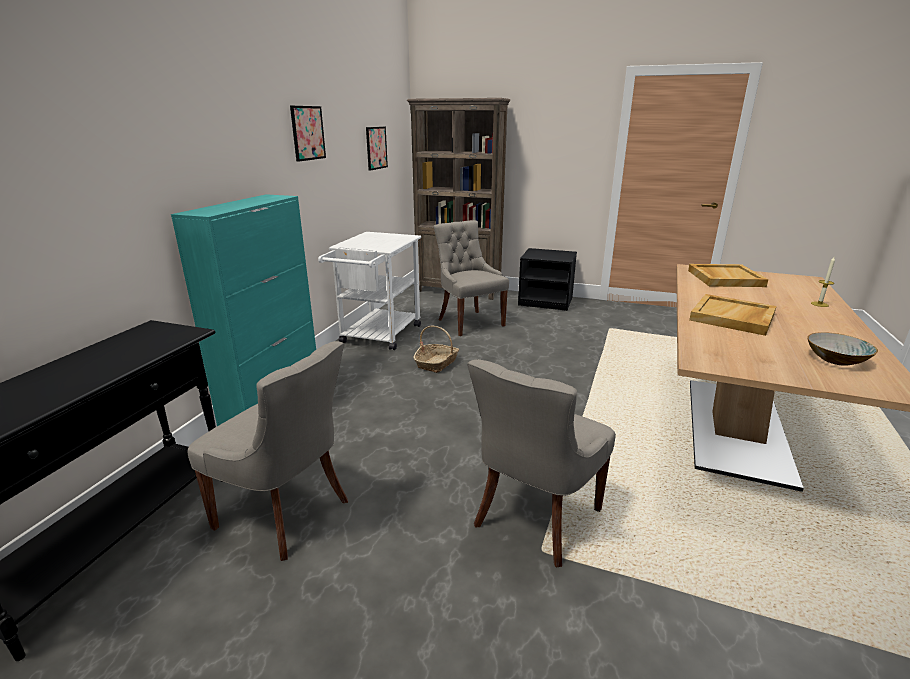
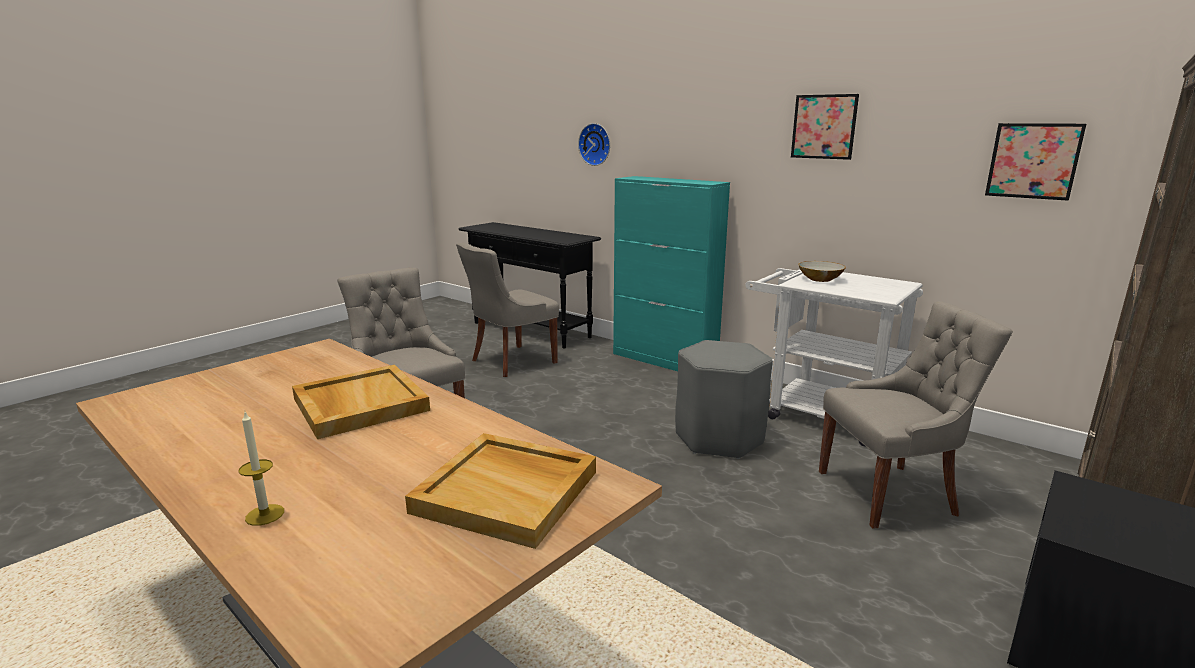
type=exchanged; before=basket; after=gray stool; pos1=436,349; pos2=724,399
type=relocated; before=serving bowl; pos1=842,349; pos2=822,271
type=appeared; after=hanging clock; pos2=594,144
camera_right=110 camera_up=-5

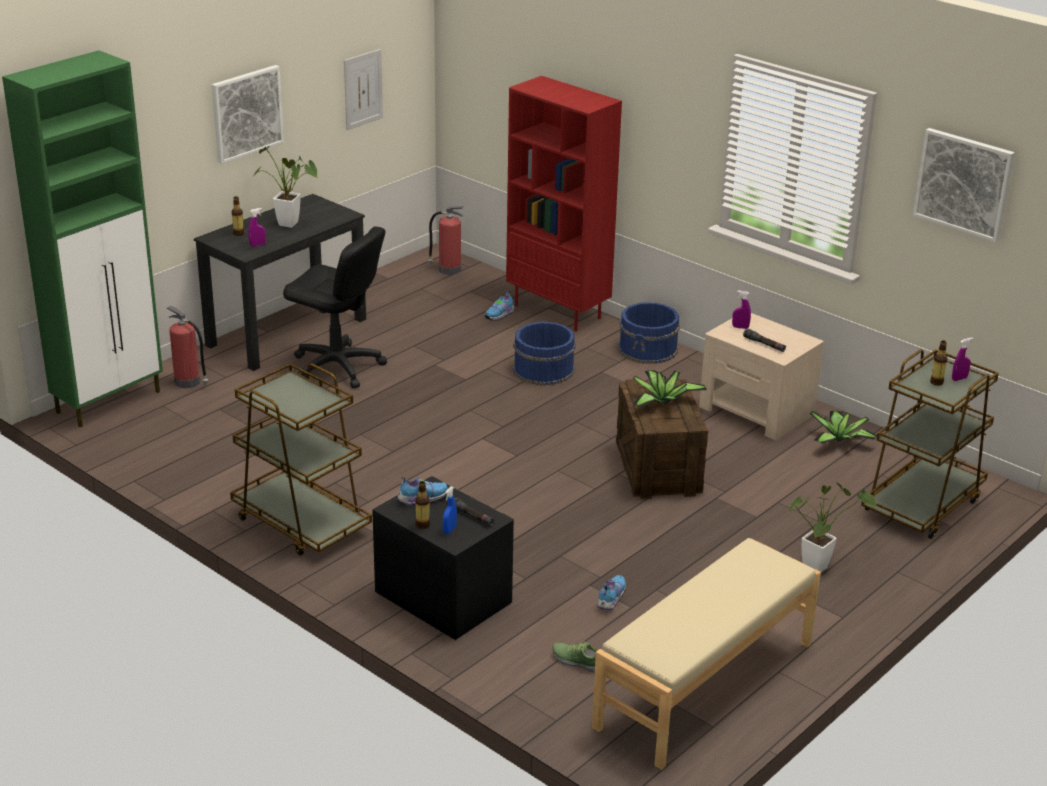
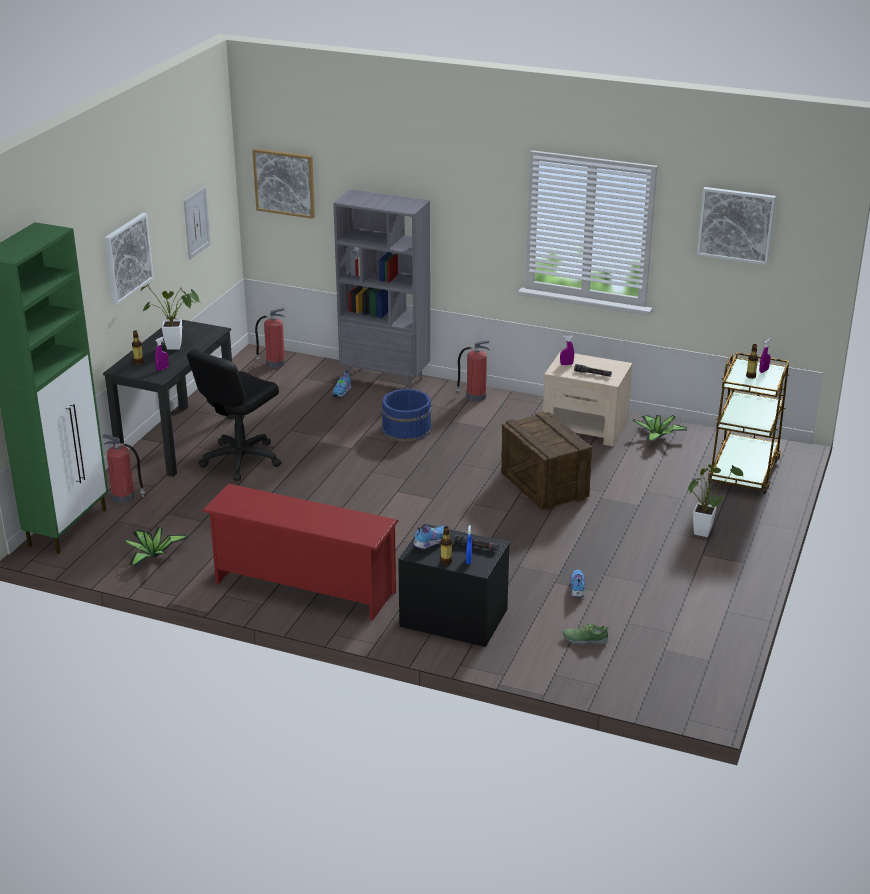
type=colour; before=red bookcase; after=gray bookcase; pos1=564,203; pos2=381,289
type=spun; before=blackish computer chair; pos1=335,307; pos2=234,415; turn=120
type=exchanged; before=bluish pail; after=fire extinguisher; pos1=649,333; pos2=473,371
type=exchanged; before=brown trolley; after=red shoe stand; pos1=301,459; pos2=300,552
type=relocated; before=potted plant; pos1=670,389; pos2=156,547
type=missing; before=beige-coloured indoor bench; pos1=706,654
type=appeared; after=picture; pos2=283,183
camera_right=-20 camera_up=0

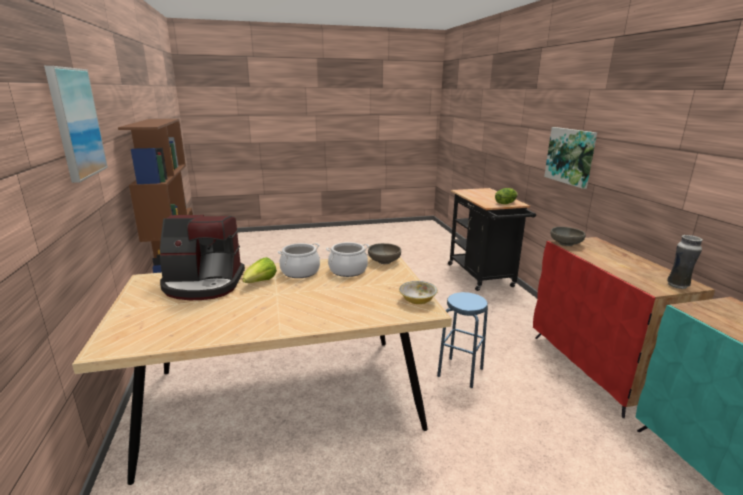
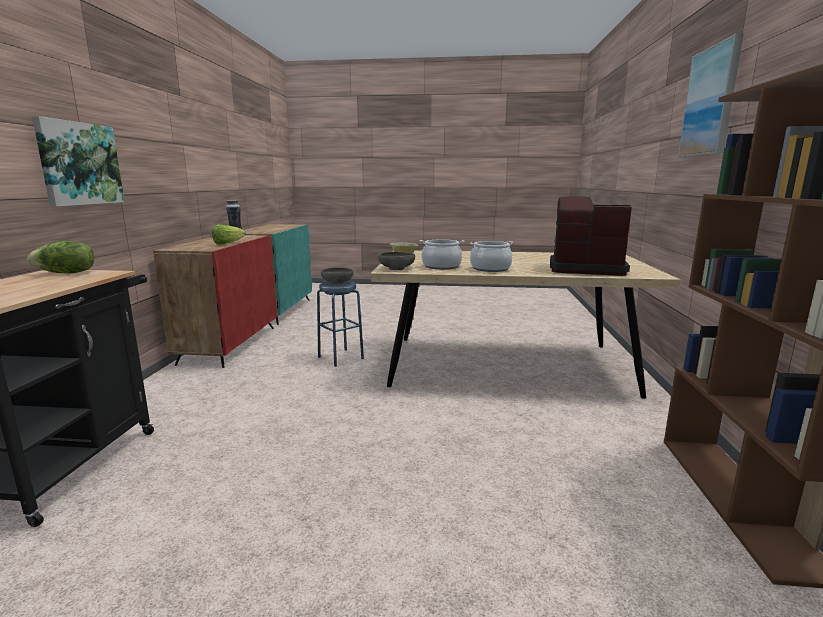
type=relocated; before=gray serving bowl; pos1=568,236; pos2=337,275
type=relocated; before=lettuce; pos1=259,270; pos2=229,234
camera_right=-160 camera_up=-5

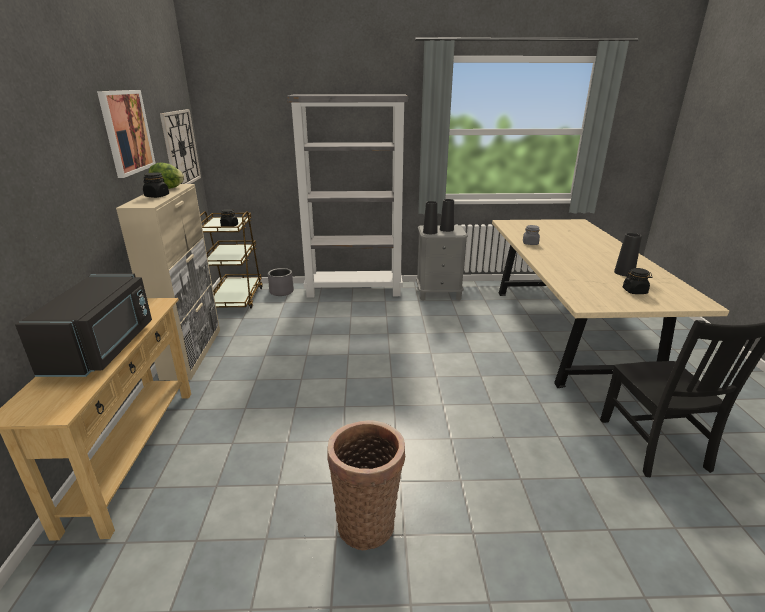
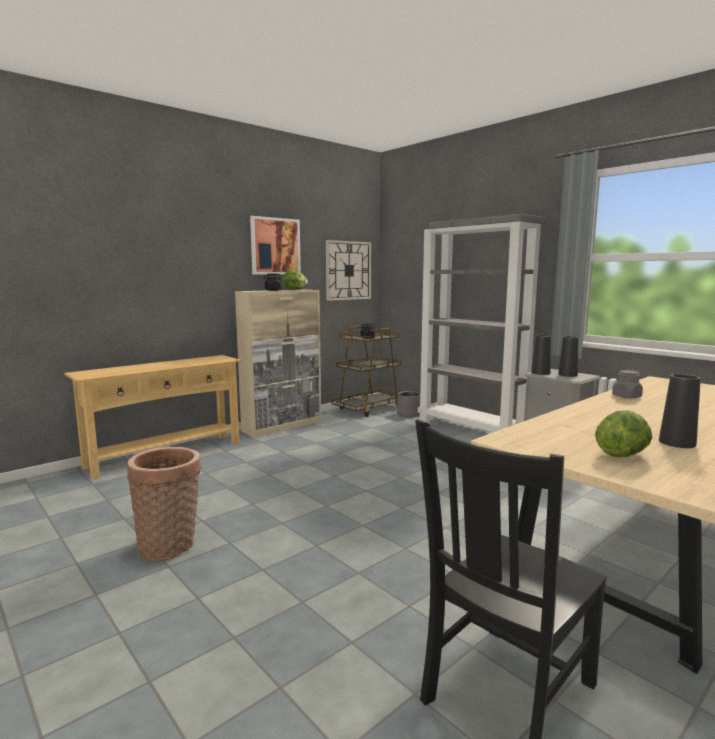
type=exchanged; before=blackish preserve jar; after=lettuce; pos1=637,281; pos2=623,433
type=missing; before=blackish kitchen microwave; pos1=83,325
camera_right=50 camera_up=-15

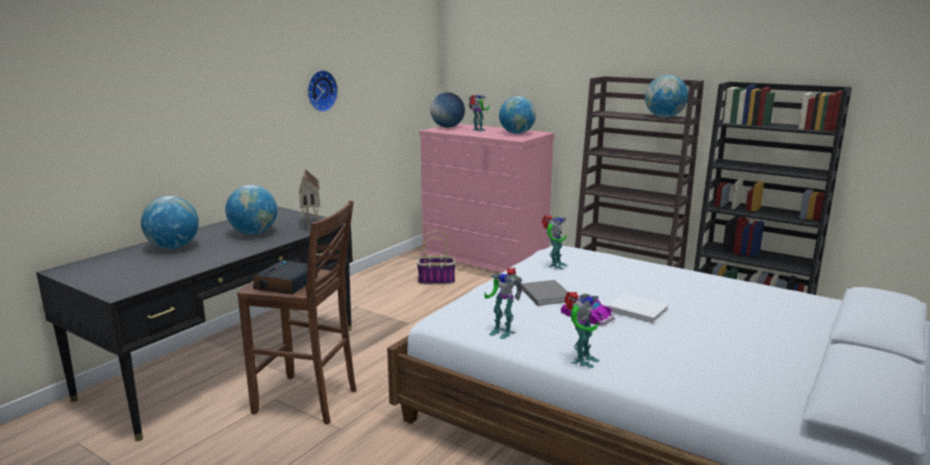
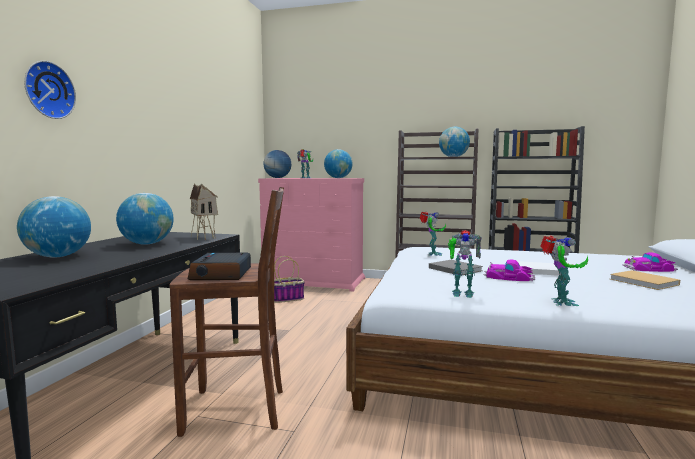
type=relocated; before=hanging clock; pos1=322,91; pos2=50,90
type=appeared; after=model car; pos2=650,262
type=appeared; after=beige-coloured bound book; pos2=645,280
camera_right=-20 camera_up=-10

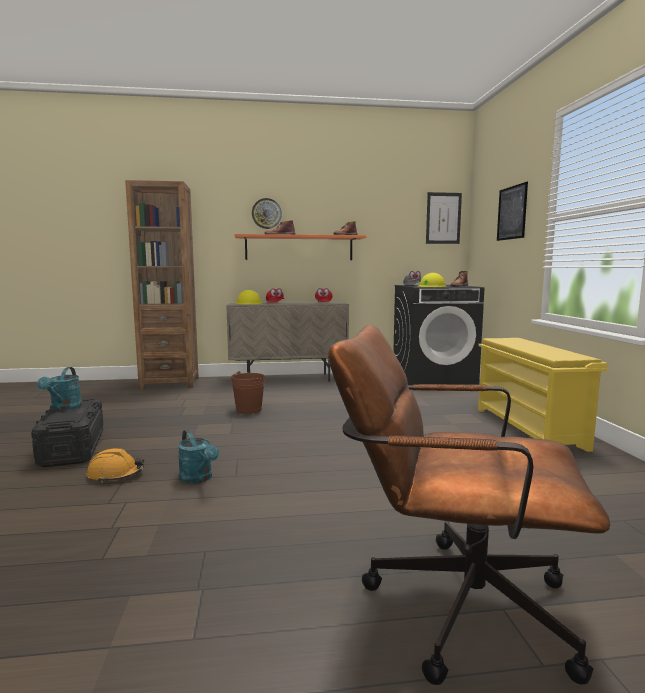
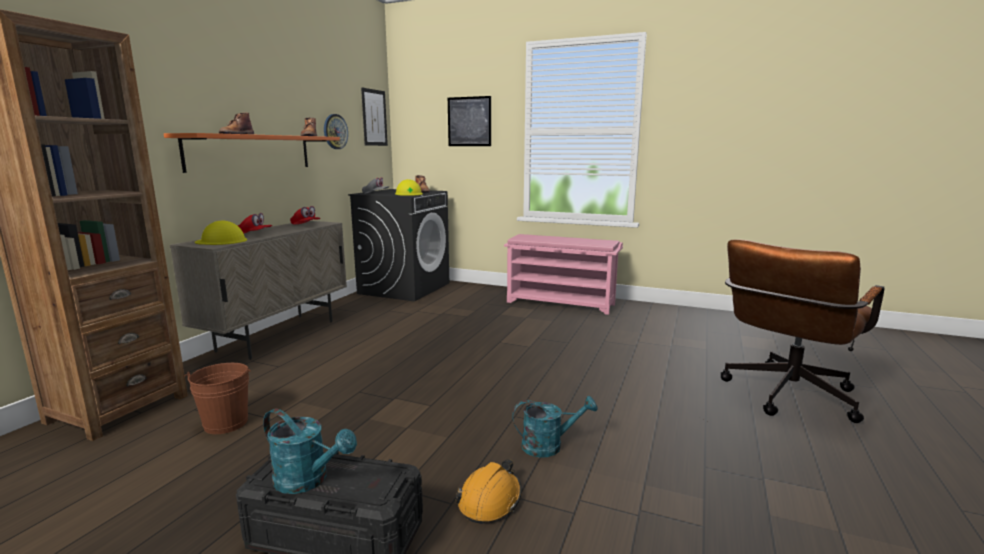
type=relocated; before=hanging clock; pos1=267,213; pos2=336,131
type=colour; before=yellowish shoe stand; after=pinkish shoe stand; pos1=542,395; pos2=563,274
type=relocated; before=brown pail; pos1=248,392; pos2=217,398
camera_right=-60 camera_up=5

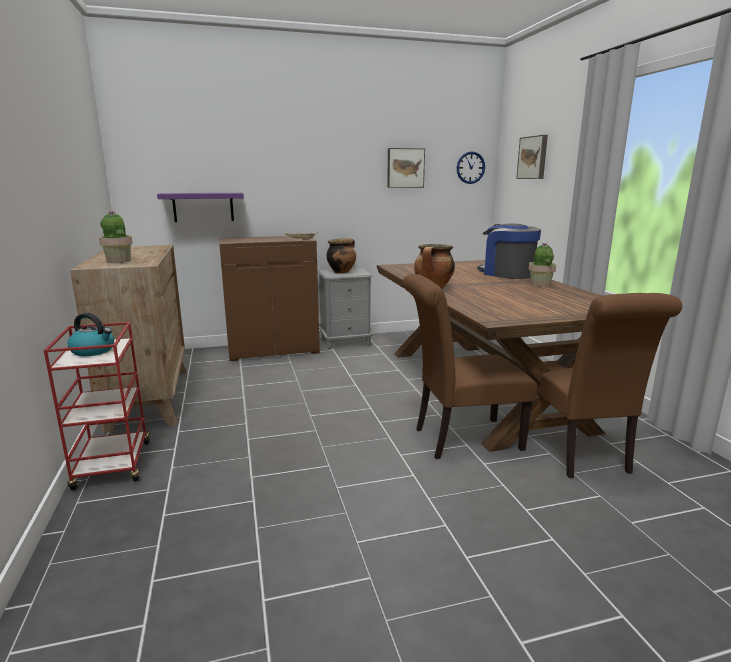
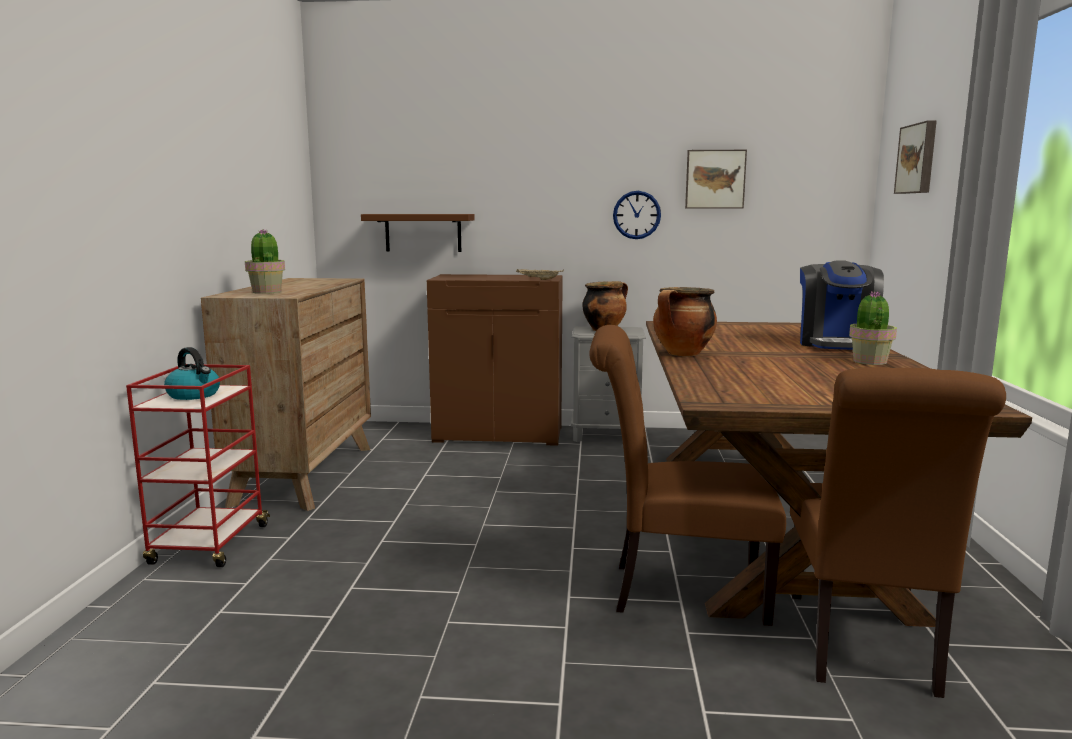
type=relocated; before=hanging clock; pos1=471,167; pos2=637,215
type=colour; before=purple wall shelf; after=brown wall shelf; pos1=200,207; pos2=418,233
type=spun; before=coffee brewer; pos1=509,251; pos2=842,305; turn=-150
camera_right=20 camera_up=-5

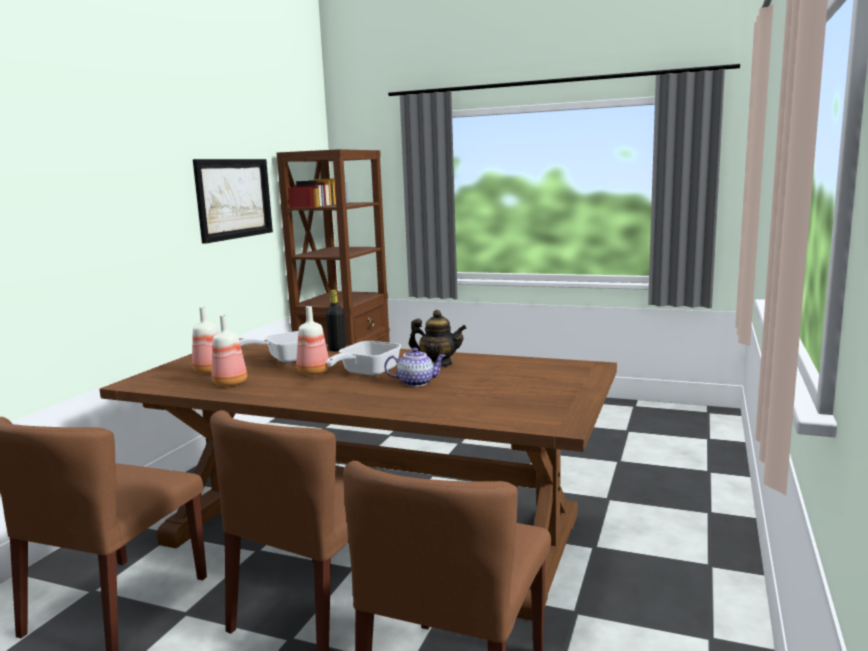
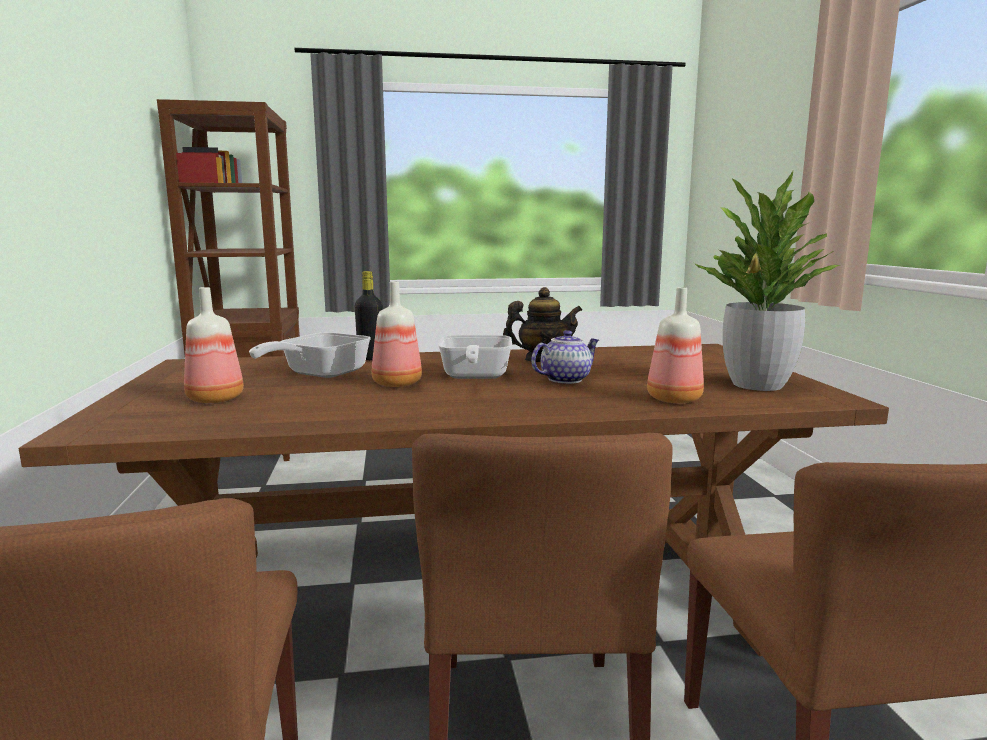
type=missing; before=picture; pos1=233,201
type=relocated; before=bottle; pos1=229,351; pos2=675,345
type=appeared; after=potted plant; pos2=767,281
camera_right=-30 camera_up=0

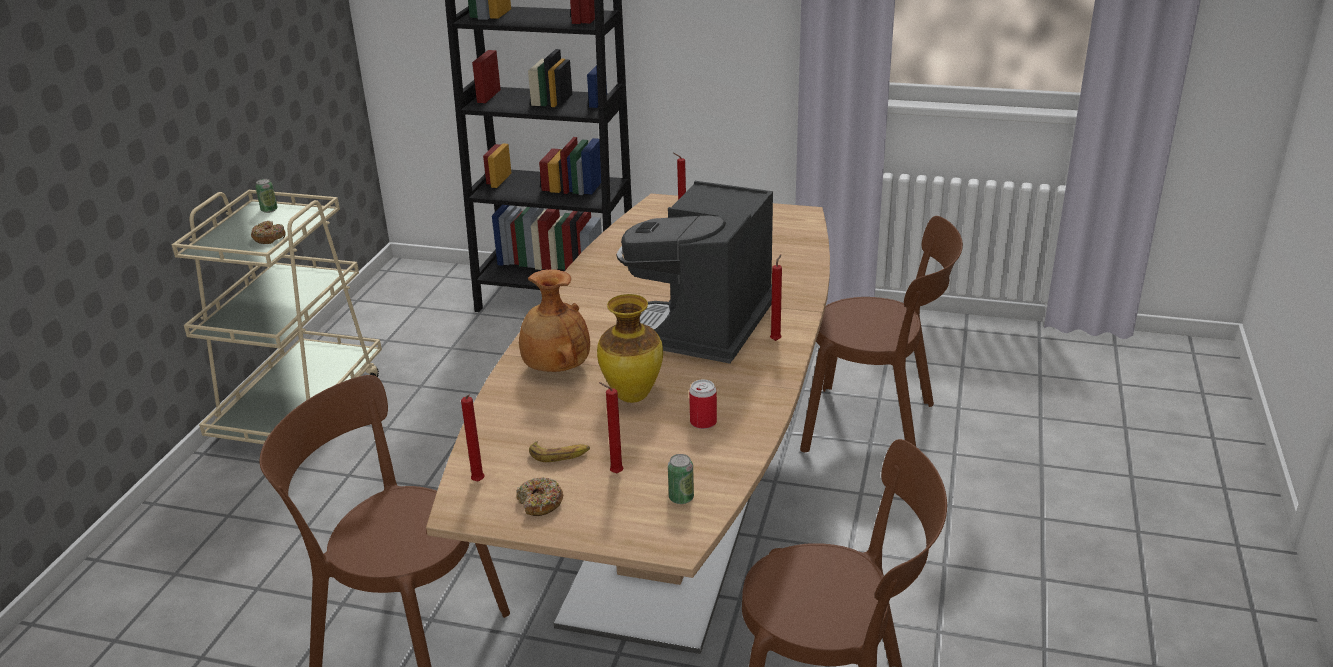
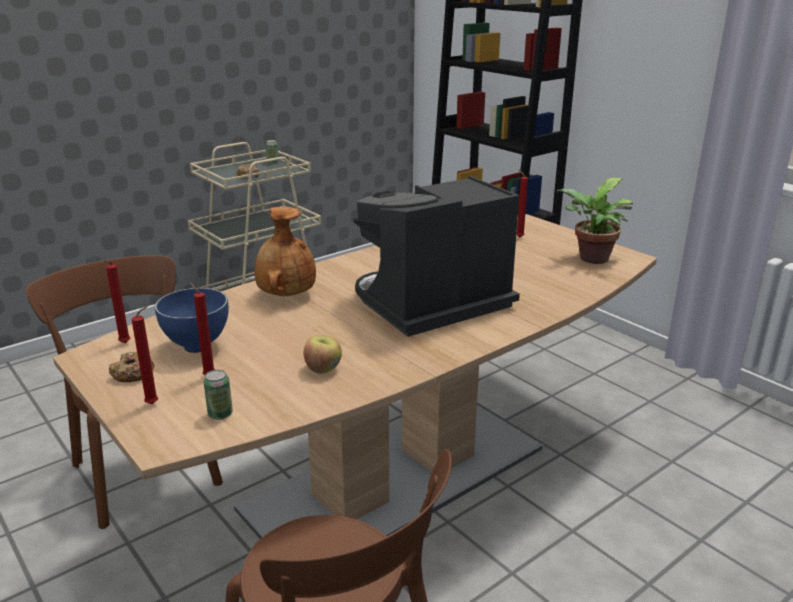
type=missing; before=brown upright chair; pos1=881,334
type=relocated; before=red wax candle; pos1=776,297; pos2=144,354
type=missing; before=vase; pos1=630,348
type=exchanged; before=can; after=whole apple; pos1=703,404; pos2=323,354
type=exchanged; before=whole banana; after=bluish serving bowl; pos1=559,451; pos2=191,320
type=appeared; after=potted plant; pos2=595,221
camera_right=35 camera_up=-5

